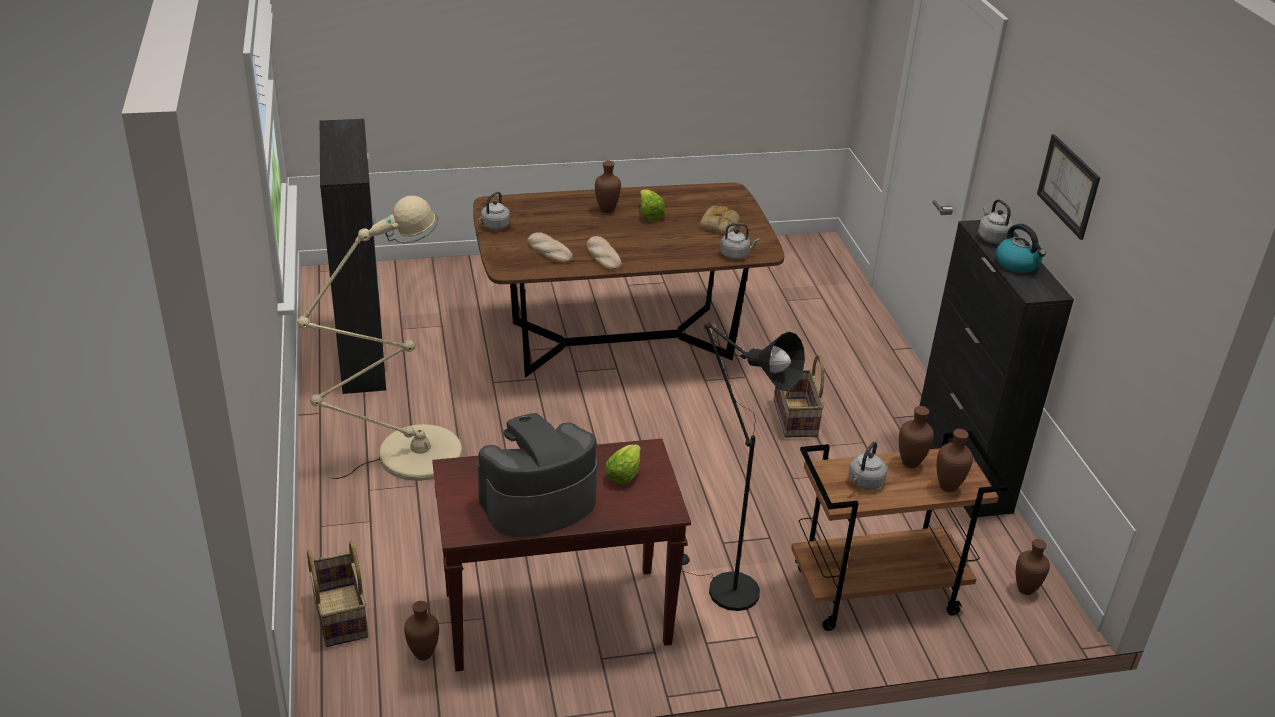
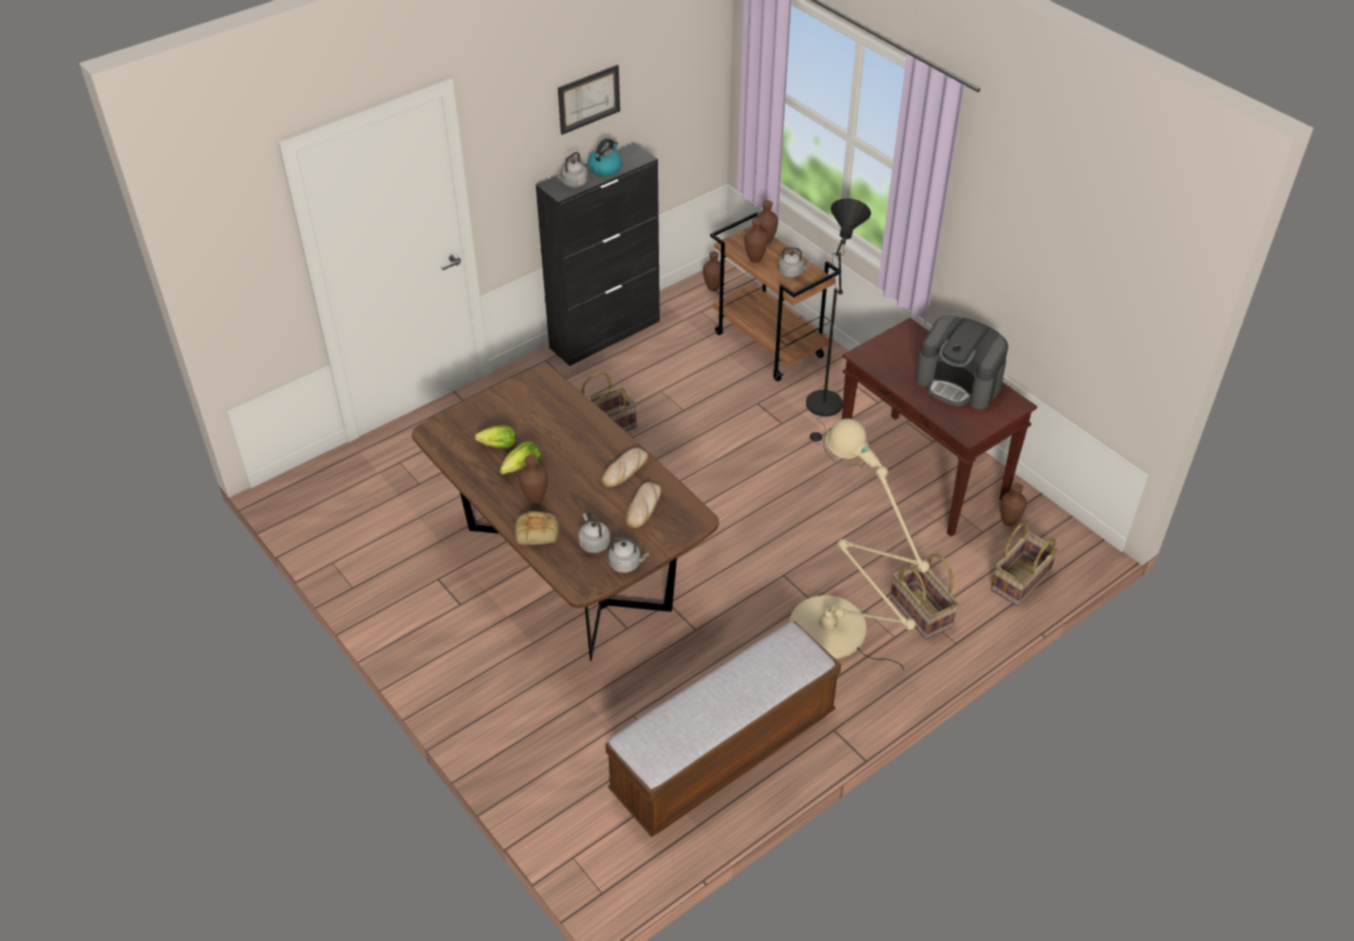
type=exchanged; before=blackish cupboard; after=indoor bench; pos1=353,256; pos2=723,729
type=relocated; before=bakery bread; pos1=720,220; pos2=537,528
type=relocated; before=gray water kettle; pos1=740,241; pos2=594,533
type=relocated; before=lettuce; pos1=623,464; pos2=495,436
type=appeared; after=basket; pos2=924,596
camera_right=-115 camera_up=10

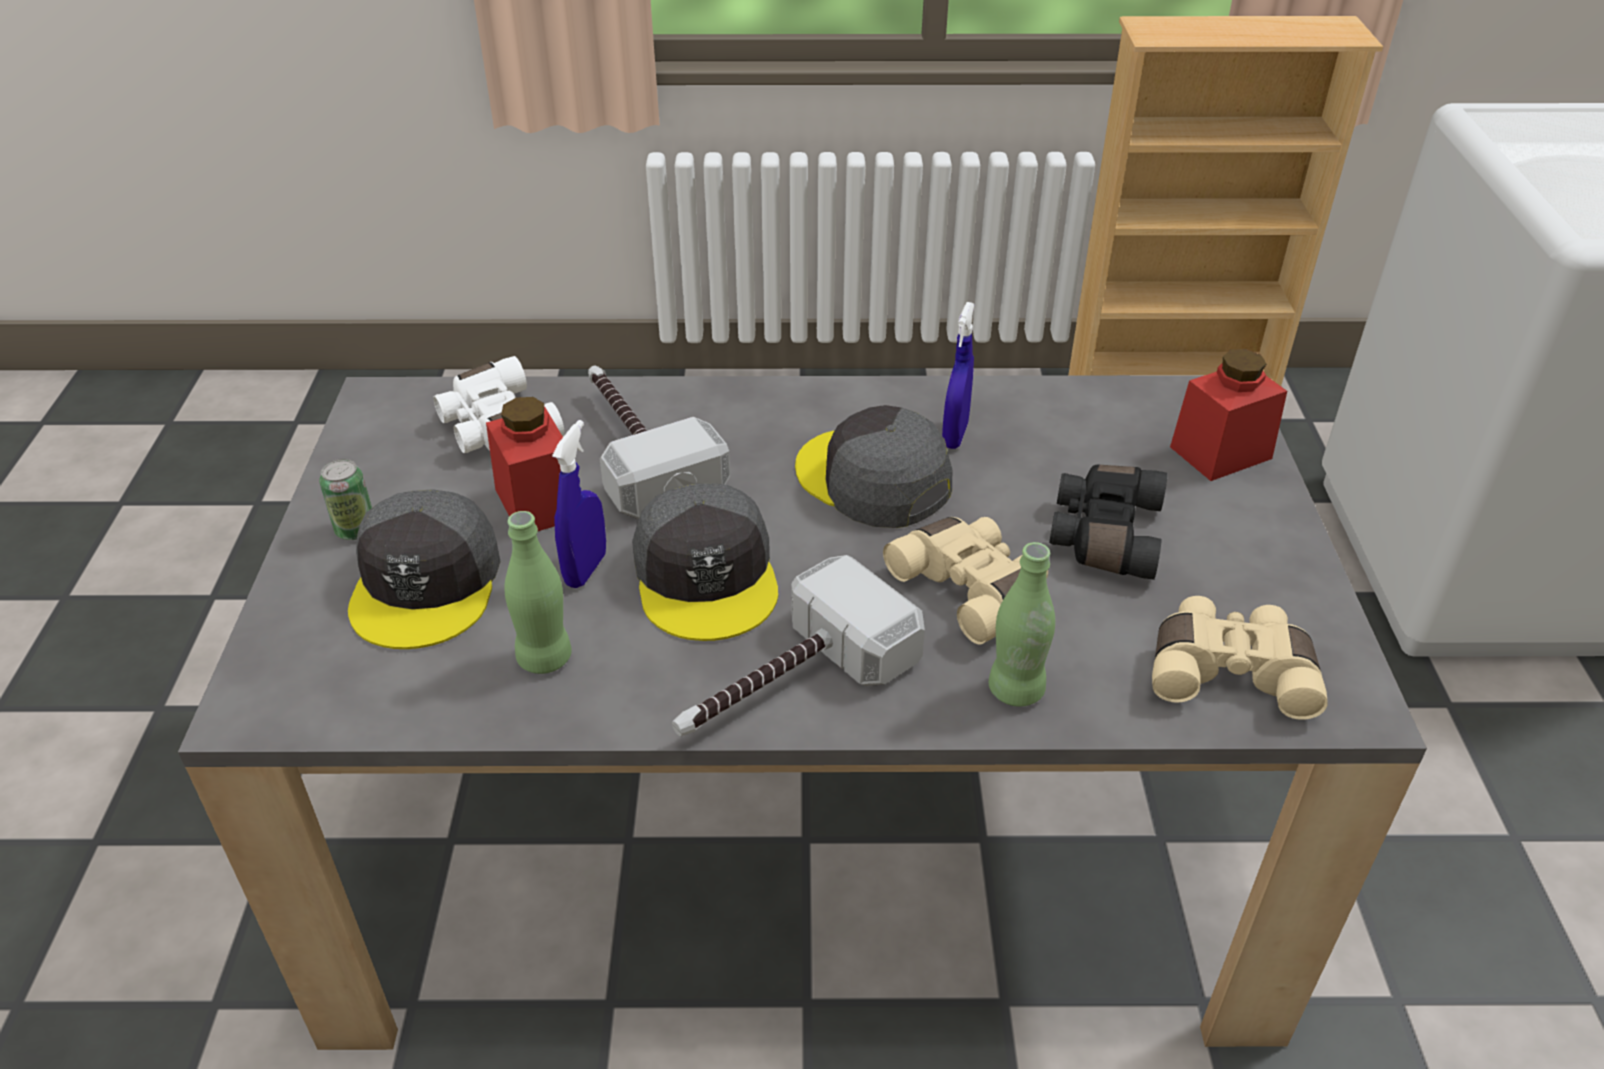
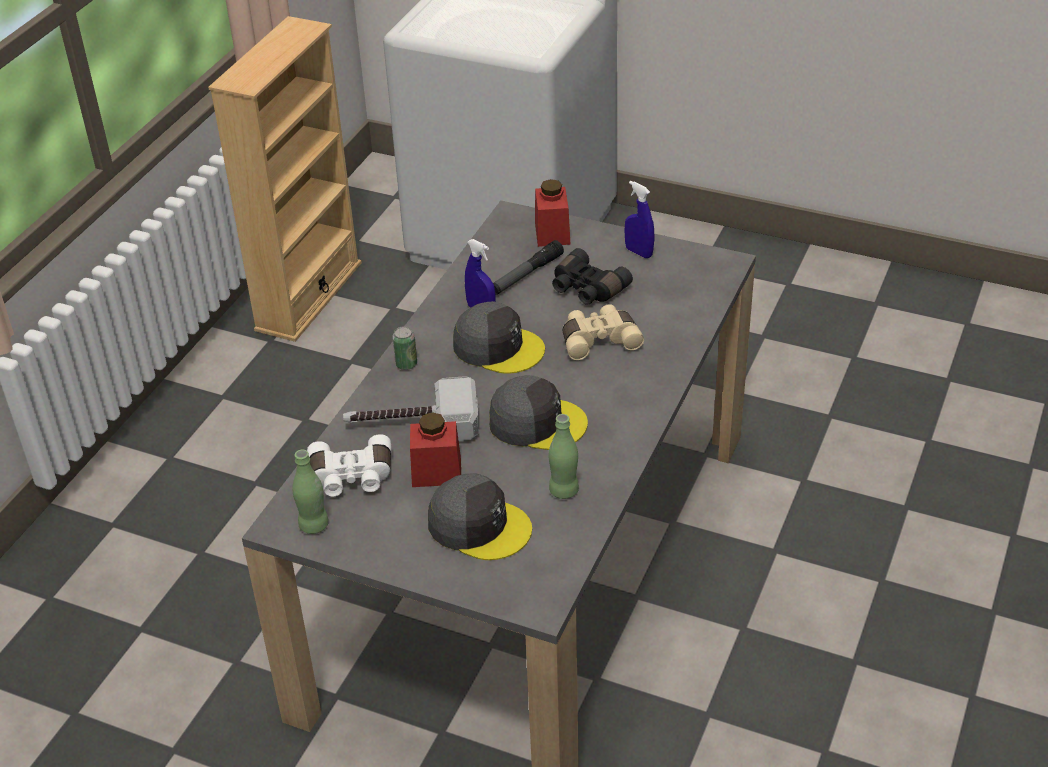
type=spun; before=gray cap; pos1=873,466; pos2=499,337; turn=-135
type=relocated; before=bluish hand sprayer; pos1=579,504; pos2=639,219
type=relocated; before=can; pos1=345,499; pos2=404,348
type=relocated; before=green bottle; pos1=1022,624; pos2=310,491
type=missing; before=hammer; pos1=798,645
type=missing; before=beige-coloured field glasses; pos1=1240,658
type=appeared; after=flashlight; pos2=528,267
camera_right=-65 camera_up=0

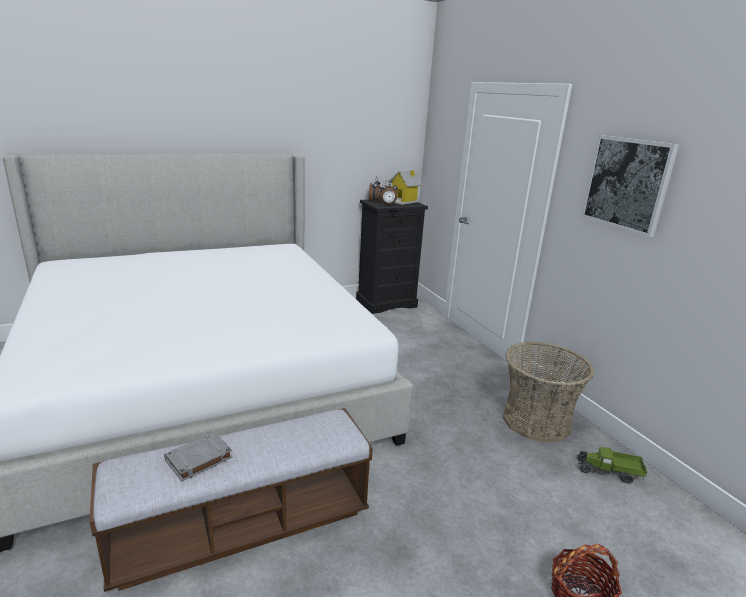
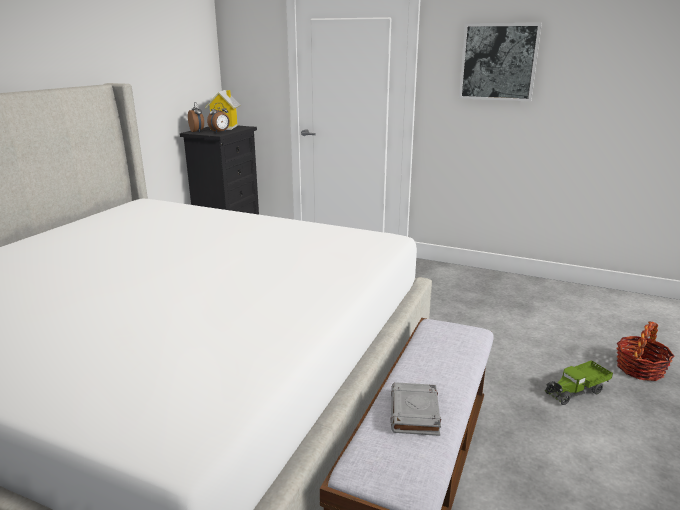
type=missing; before=basket; pos1=548,392
type=relocated; before=toy lorry; pos1=612,465; pos2=578,382
camera_right=-40 camera_up=0

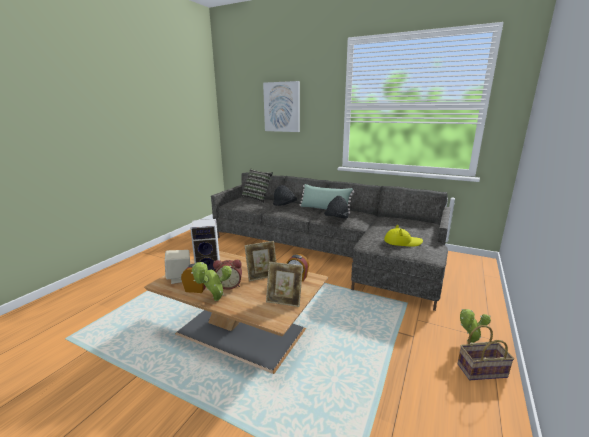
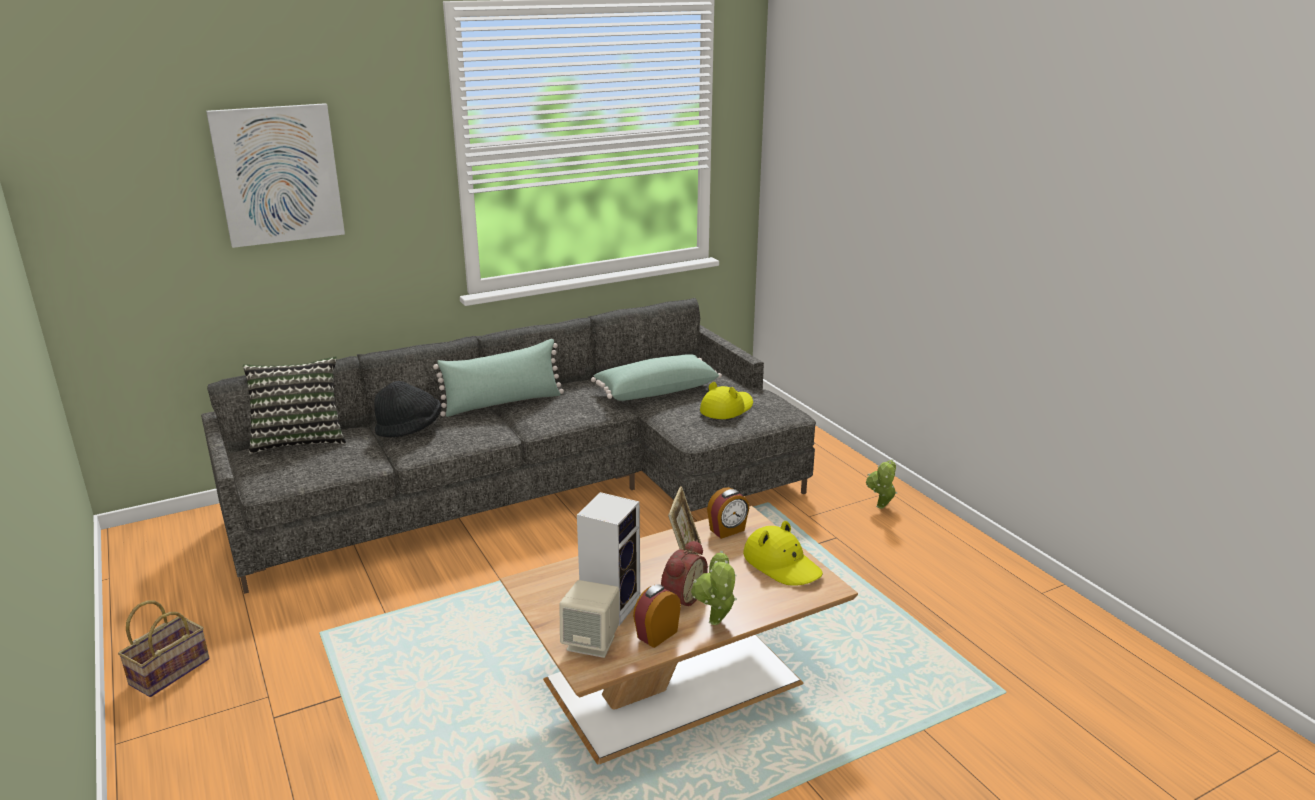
type=missing; before=blackish hat; pos1=336,207
type=exchanged; before=standing frame; after=yellowish hat; pos1=284,284; pos2=783,553
type=relocated; before=basket; pos1=485,352; pos2=163,648
type=appeared; after=green throw pillow; pos2=656,377
camera_right=-55 camera_up=5

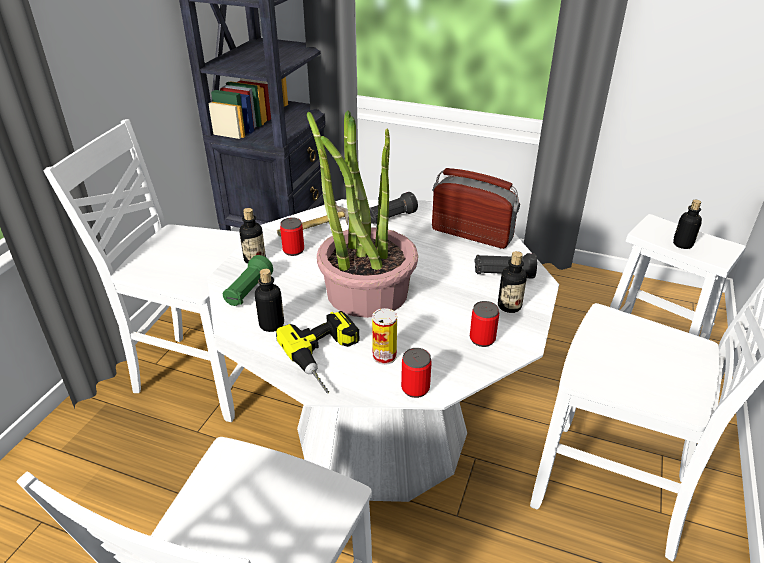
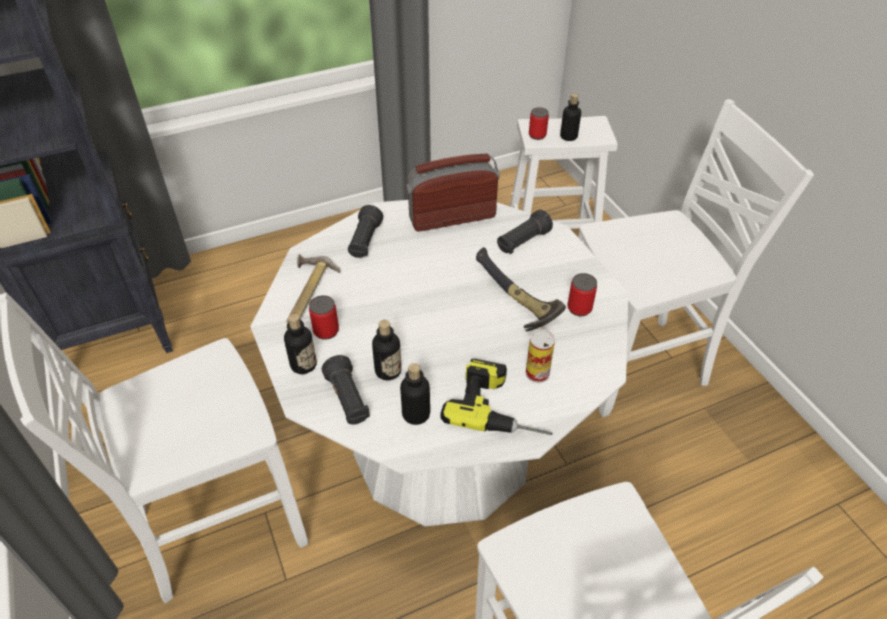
type=missing; before=potted plant; pos1=362,214
type=relocated; before=bottle; pos1=512,282; pos2=387,350
type=colour; before=green flashlight; after=blackish flashlight; pos1=248,280; pos2=346,390
type=relocated; before=can; pos1=416,373; pos2=539,123
type=appeared; after=hammer; pos2=521,289
camera_right=-45 camera_up=10

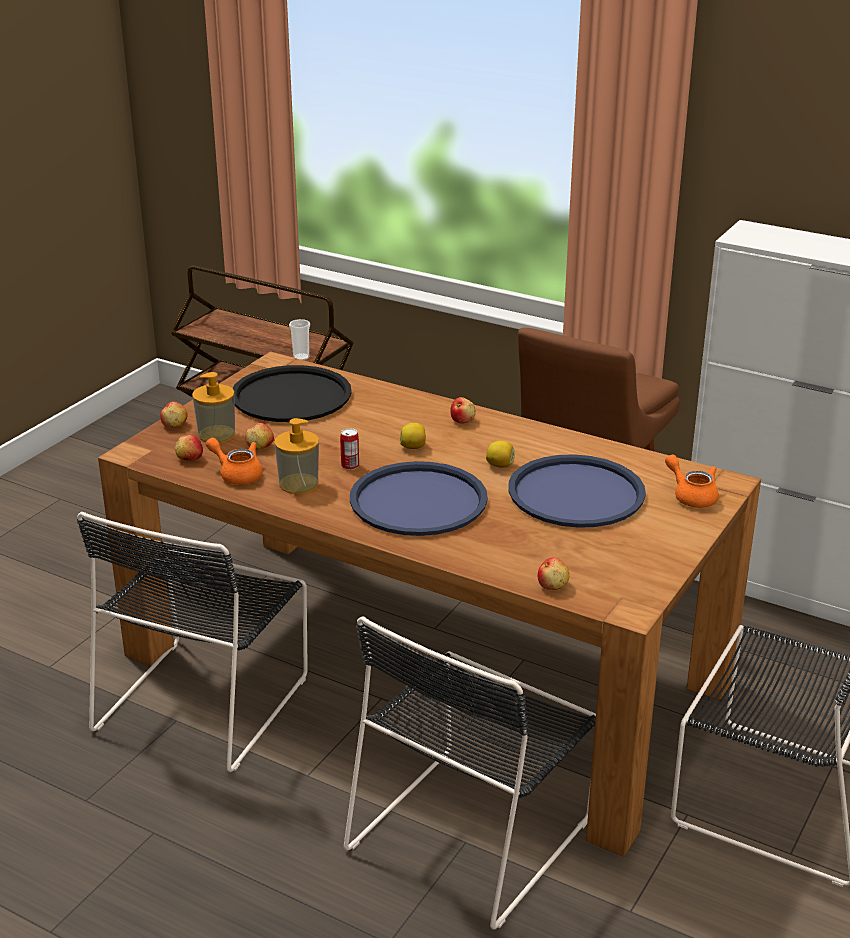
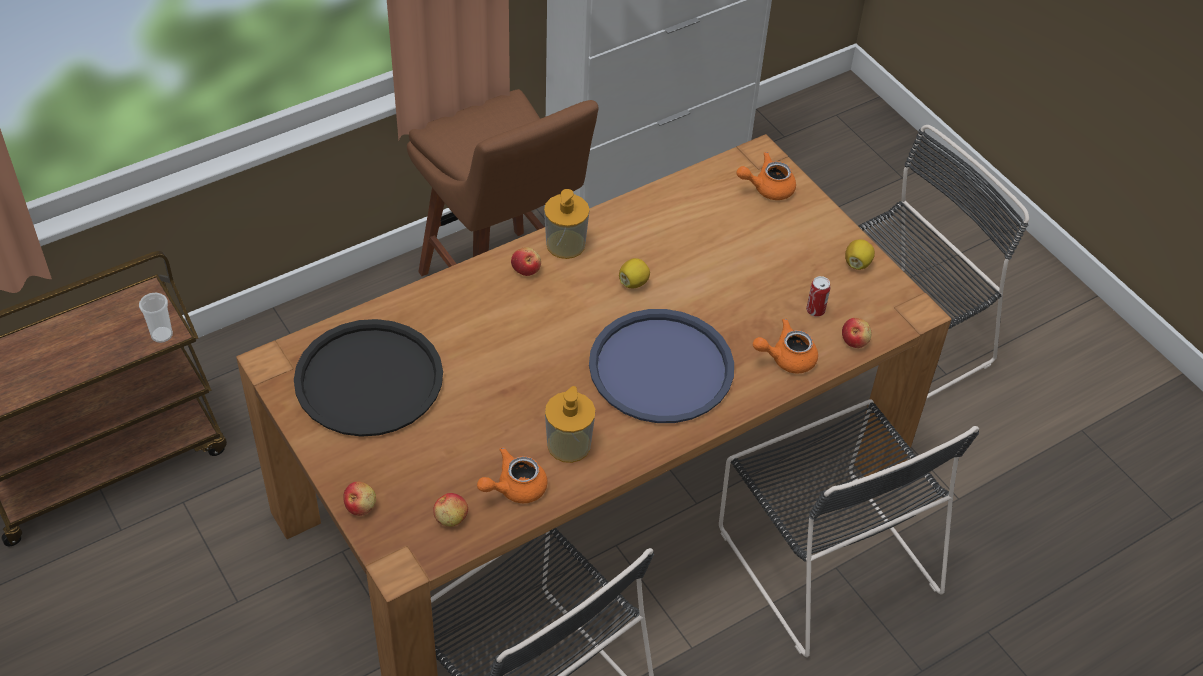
type=relocated; before=soap dispenser; pos1=213,407; pos2=567,224
type=missing; before=whole apple; pos1=259,436
type=relocated; before=lemon; pos1=412,436; pos2=860,254
type=relocated; before=can; pos1=349,449; pos2=818,296
type=missing; before=bluish carrying tray; pos1=577,491
type=appeared; after=orange teapot; pos2=785,346
camera_right=-65 camera_up=20

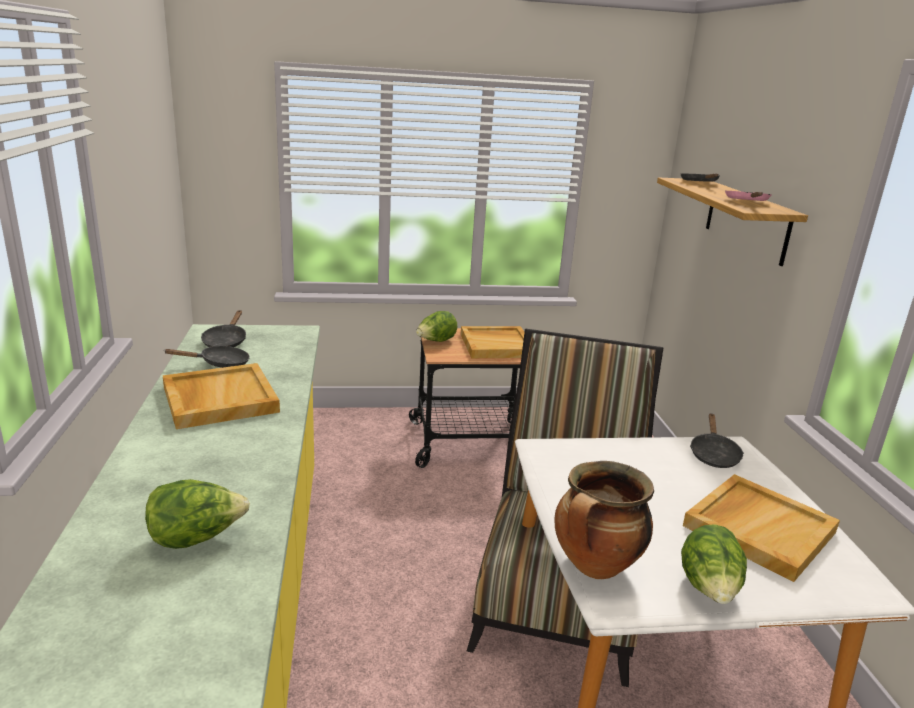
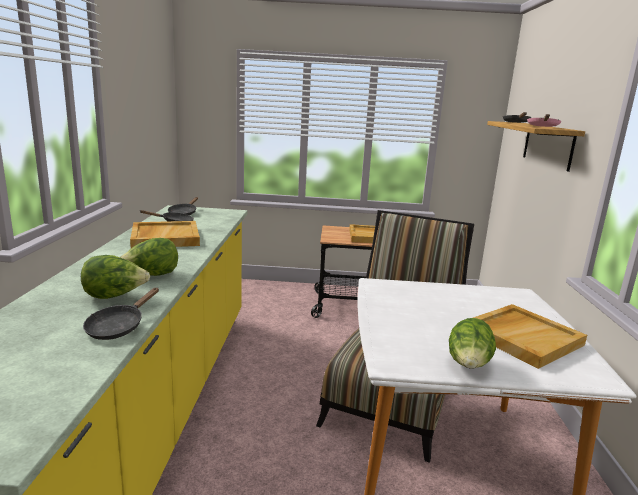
type=relocated; before=lettuce; pos1=436,326; pos2=149,257
type=relocated; before=blackish frying pan; pos1=717,440; pos2=121,313
type=missing; before=stockpot; pos1=604,520
camera_right=10 camera_up=-5

